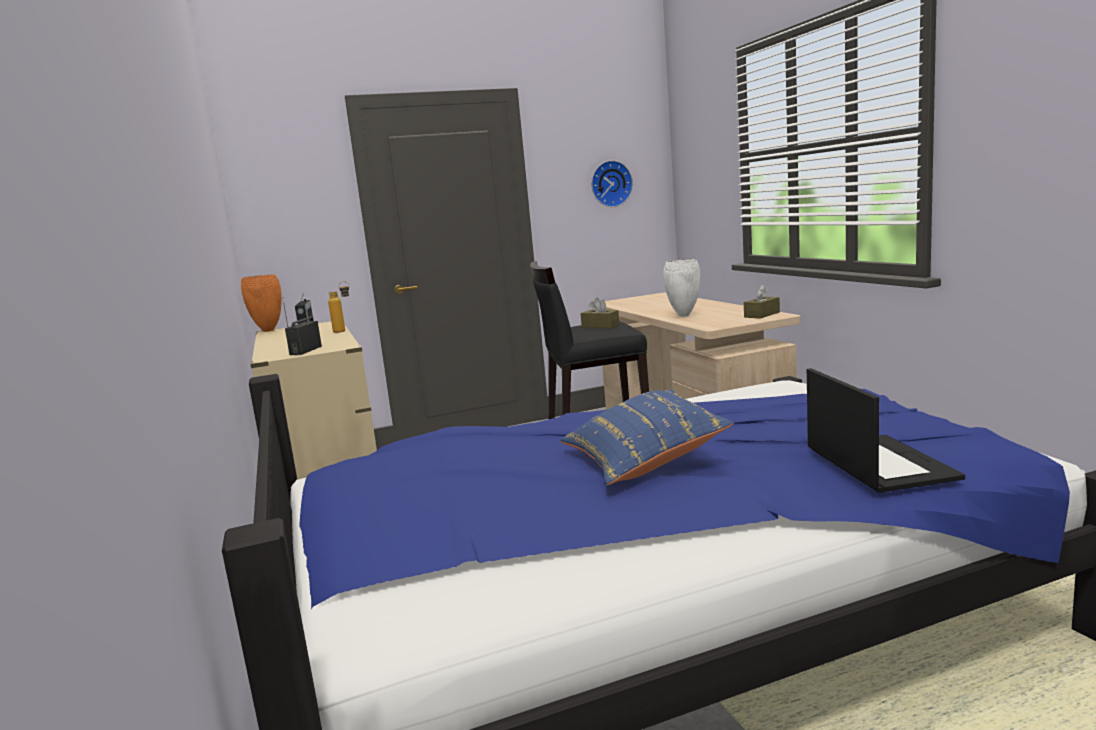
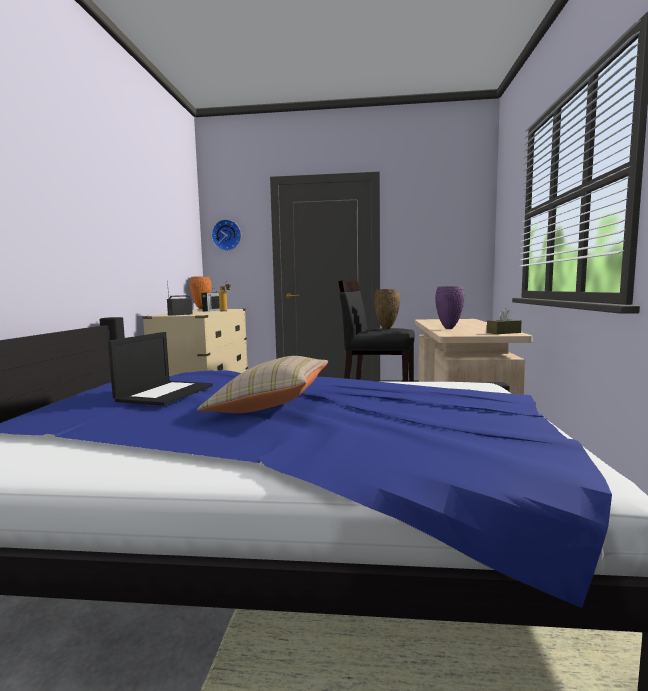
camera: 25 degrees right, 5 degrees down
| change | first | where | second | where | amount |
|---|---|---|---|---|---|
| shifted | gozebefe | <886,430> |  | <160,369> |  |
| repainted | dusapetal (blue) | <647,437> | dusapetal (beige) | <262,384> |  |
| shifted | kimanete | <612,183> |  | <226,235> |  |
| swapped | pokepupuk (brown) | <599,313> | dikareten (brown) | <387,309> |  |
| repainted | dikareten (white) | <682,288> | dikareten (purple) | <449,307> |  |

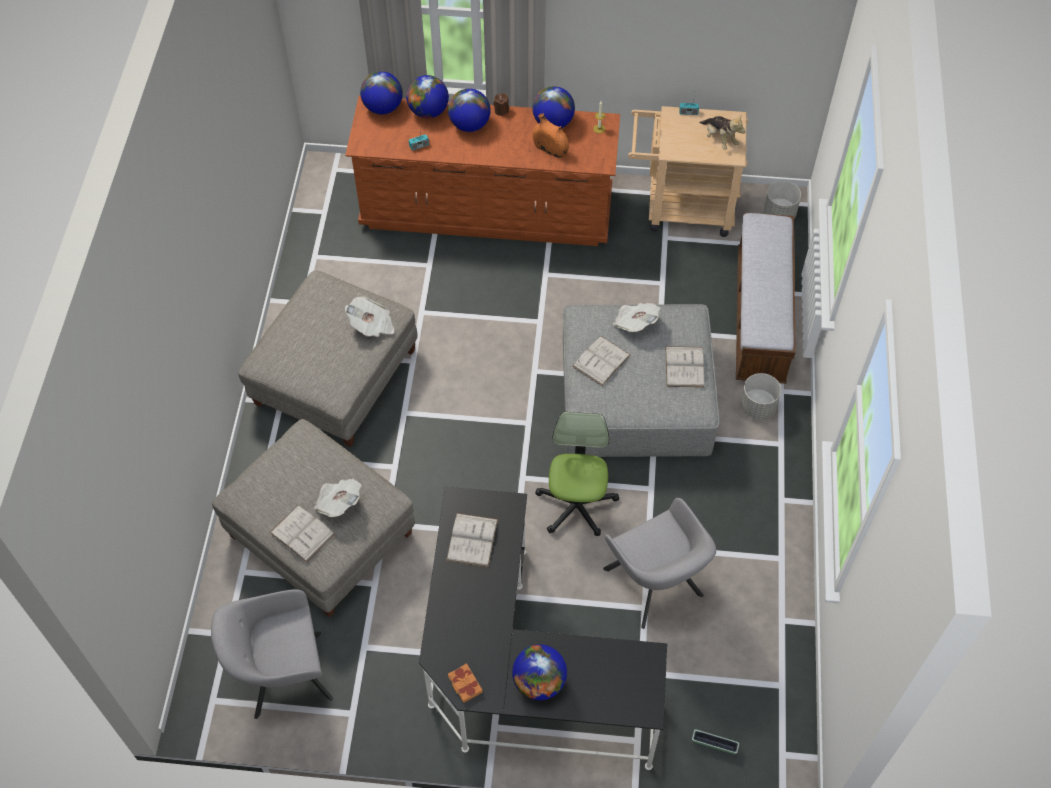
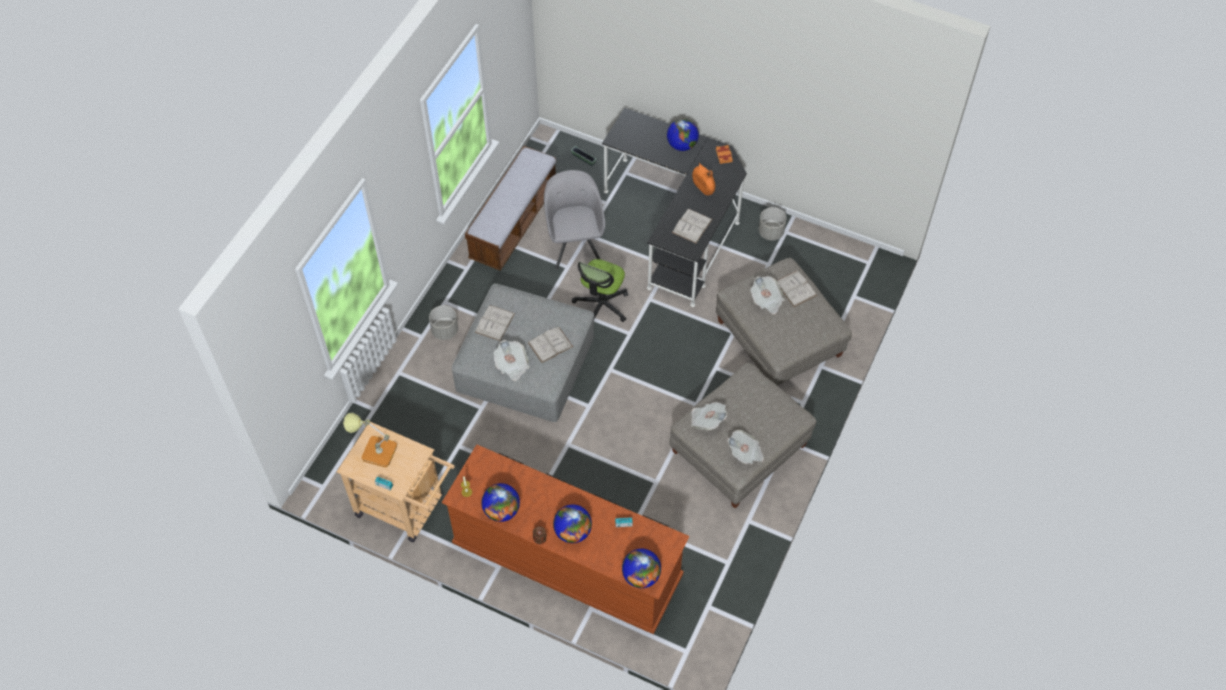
camera: 160 degrees left, 0 degrees up
| change | first | where | second | where | amount |
|---|---|---|---|---|---|
| swapped | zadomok | <722,132> | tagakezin | <370,440> |  |
| shifted | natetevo | <765,298> |  | <510,208> |  |
| shifted | dikareten (orange) | <551,135> |  | <703,179> |  |
| new |  |  | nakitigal | <745,447> |  |
| shifted | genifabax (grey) | <782,199> |  | <772,223> |  |
| gone | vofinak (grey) | <272,654> |  |  |  |
| gone | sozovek | <427,96> |  |  |  |

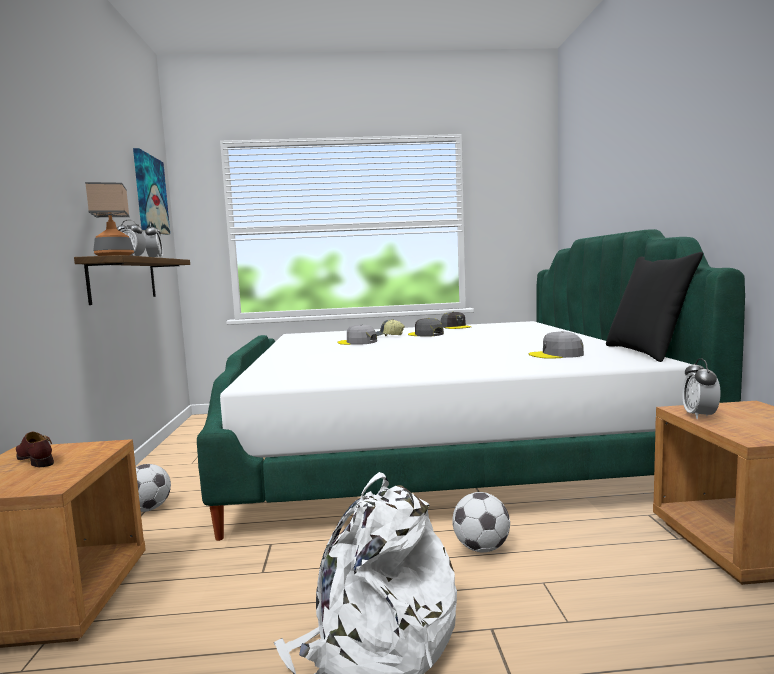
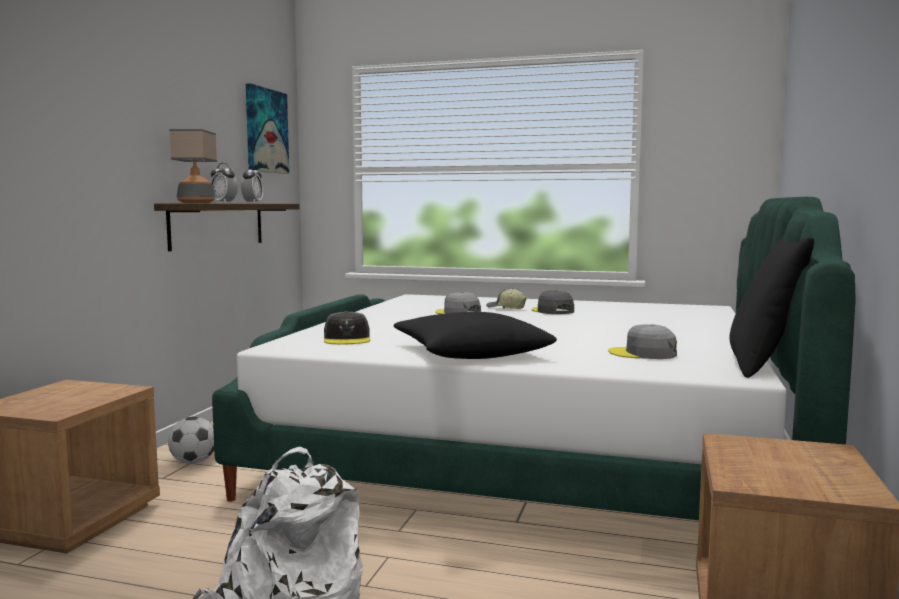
camera: 20 degrees right, 0 degrees up
| change | first | where | second | where | amount |
|---|---|---|---|---|---|
| shifted | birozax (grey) | <455,320> |  | <347,327> |  |
| new |  |  | dusapetal (black) | <475,335> |  |
| gone | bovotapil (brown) | <35,449> |  |  |  |
| gone | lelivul | <481,522> |  |  |  |
| gone | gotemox | <701,389> |  |  |  |

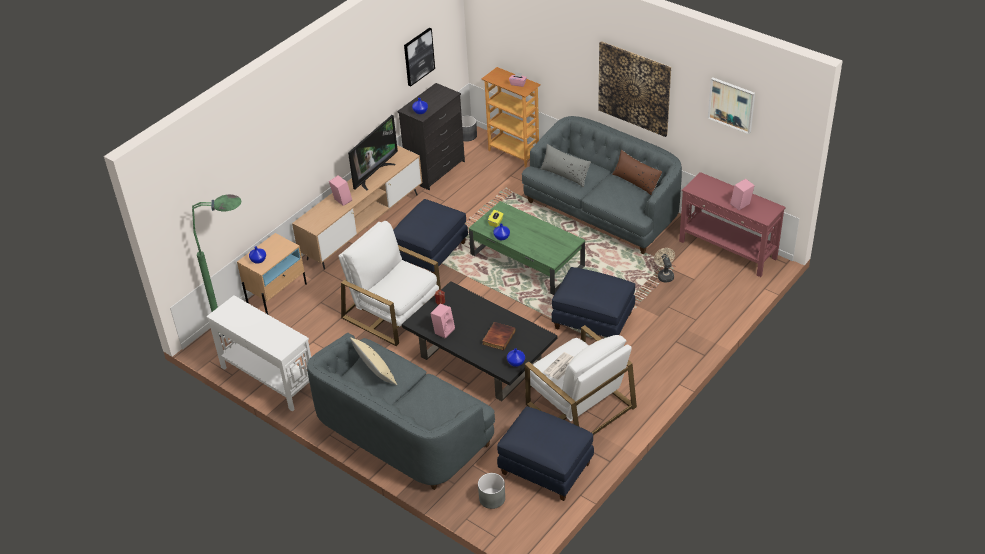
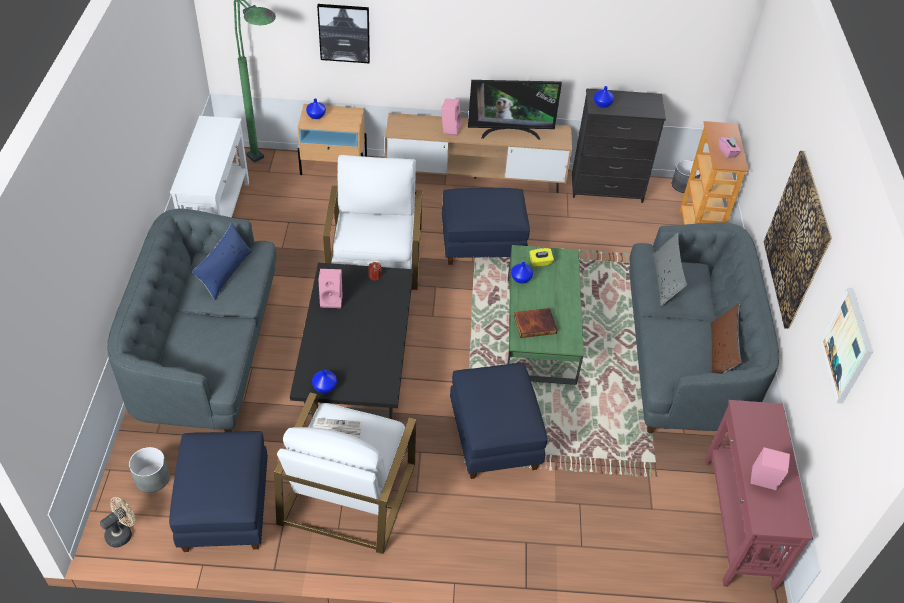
camera: 50 degrees right, 5 degrees up
| change | first | where | second | where | amount |
|---|---|---|---|---|---|
| shifted | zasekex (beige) | <664,265> |  | <117,522> |  |
| repainted | dusapetal (beige) | <373,361> | dusapetal (blue) | <222,261> |  |
| shifted | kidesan | <419,57> |  | <343,33> |  |
| shifted | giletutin | <499,336> |  | <535,323> |  |

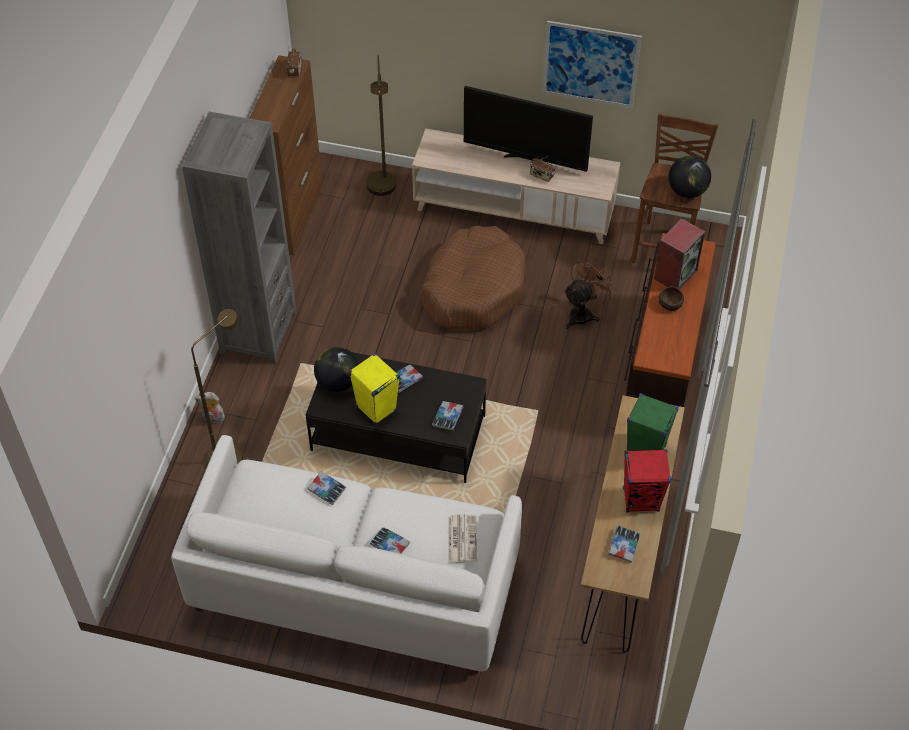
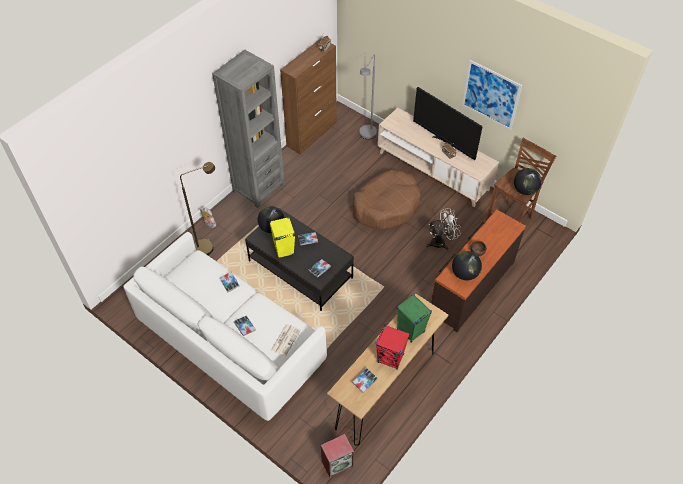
camera: 25 degrees right, 0 degrees up
| change | first | where | second | where | amount |
|---|---|---|---|---|---|
| shifted | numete | <679,254> |  | <337,456> |  |
| repainted | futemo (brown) | <381,126> | futemo (grey) | <368,96> |  |
| repainted | zasekex (brown) | <590,292> | zasekex (white) | <443,229> |  |
| new |  |  | sozovek | <467,265> |  |

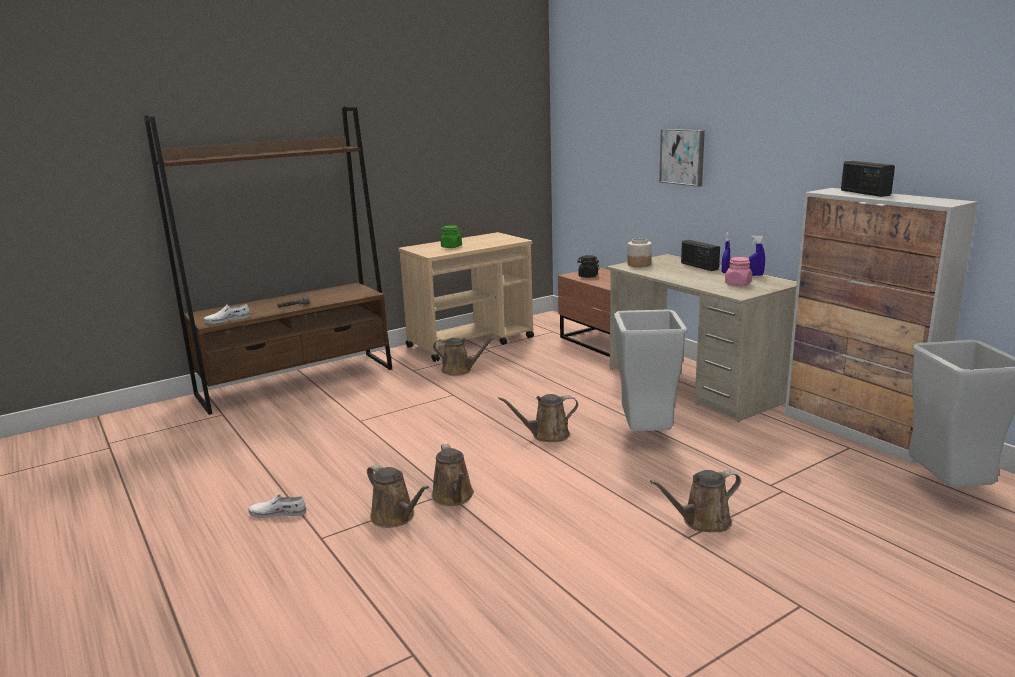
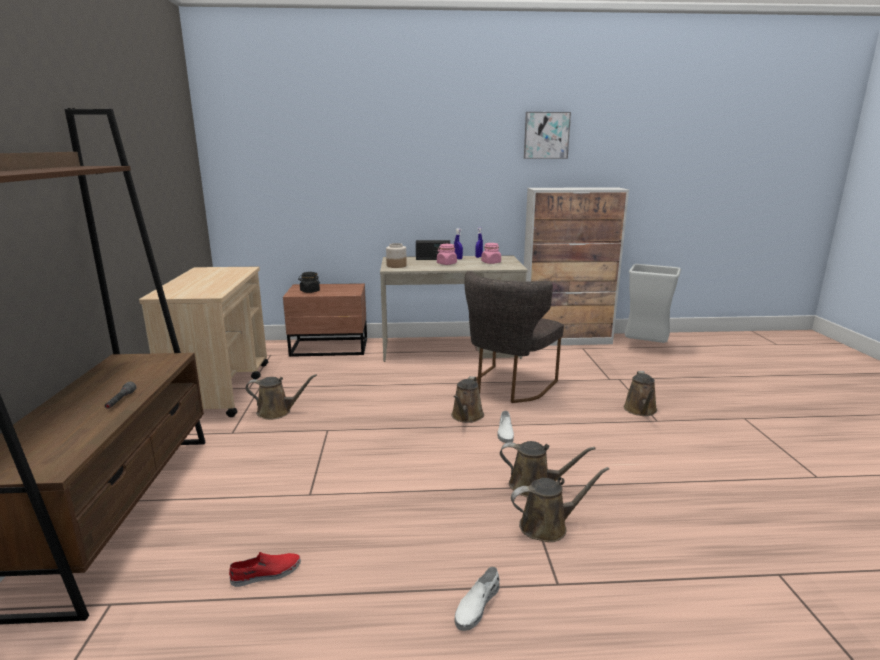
camera: 60 degrees left, 0 degrees up
| change | first | where | second | where | amount |
|---|---|---|---|---|---|
| new |  |  | bovotapil (red) | <265,569> |  |
| rotated | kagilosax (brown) | <464,356> |  | <281,397> | 45 degrees clockwise |
| new |  |  | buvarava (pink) | <447,254> |  |
| swapped | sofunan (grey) | <650,370> | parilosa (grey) | <514,337> |  |
| shifted | bovotapil (white) | <227,314> |  | <506,427> |  |
| shifted | kidesan | <682,158> |  | <547,135> |  |
| gone | buvarava (green) | <451,236> |  |  |  |
| gone | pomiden | <868,179> |  |  |  |

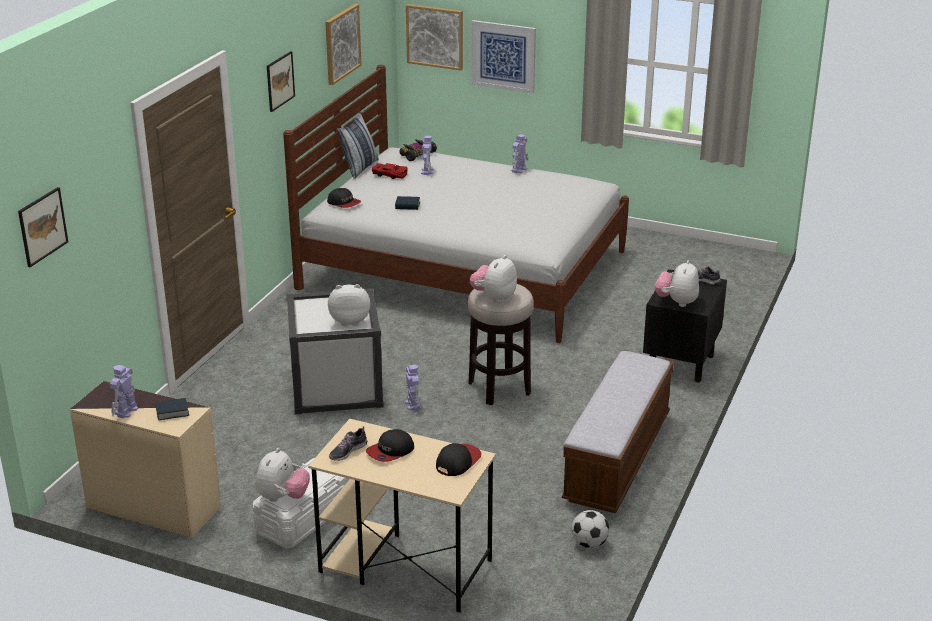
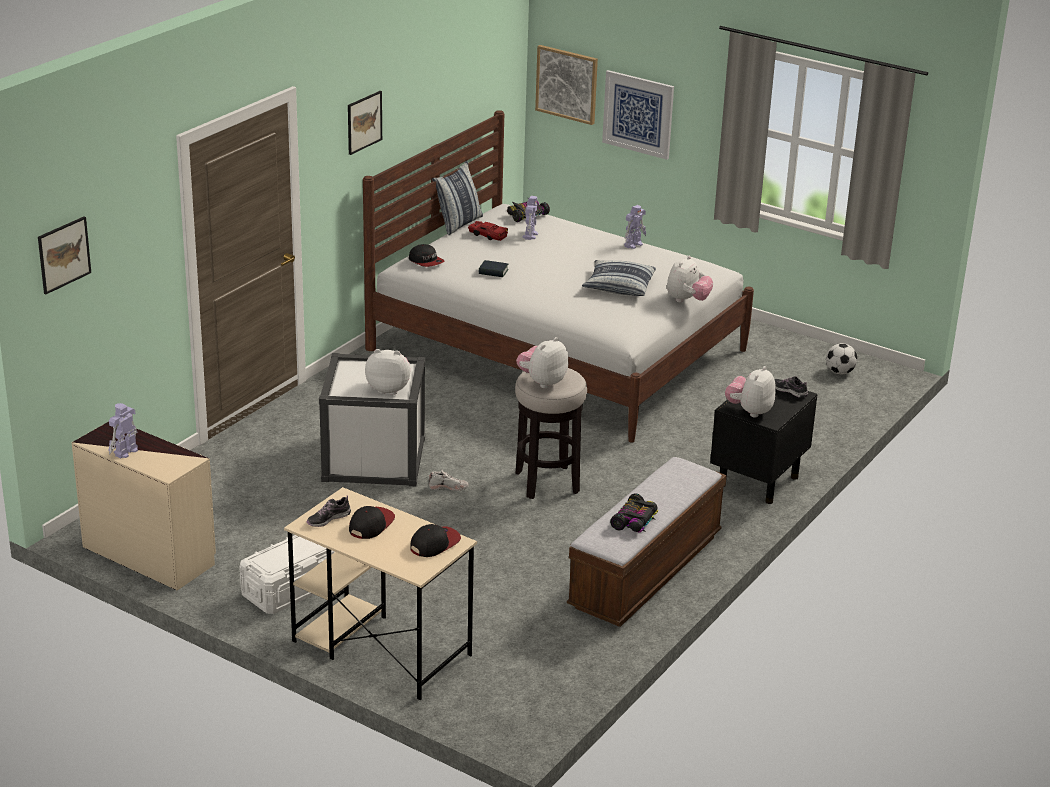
camera: 10 degrees right, 0 degrees up
| change | first | where | second | where | amount |
|---|---|---|---|---|---|
| rotated | birozax | <390,445> |  | <372,522> | 150 degrees clockwise |
| swapped | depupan | <413,388> | bovotapil (white) | <449,480> |  |
| new |  |  | dusapetal | <619,278> |  |
| new |  |  | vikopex | <634,512> |  |
| shifted | zadomok | <283,475> |  | <690,279> |  |
| shifted | lelivul | <590,529> |  | <841,358> |  |
| gone | giletutin | <172,409> |  |  |  |
| gone | kidesan | <343,44> |  |  |  |

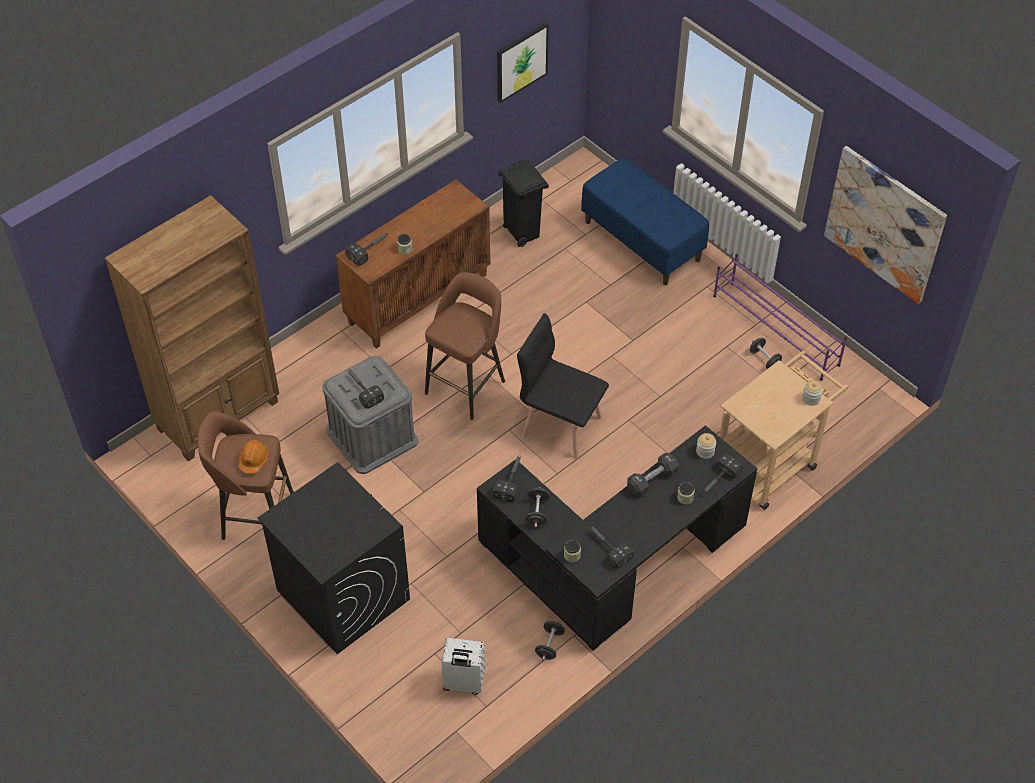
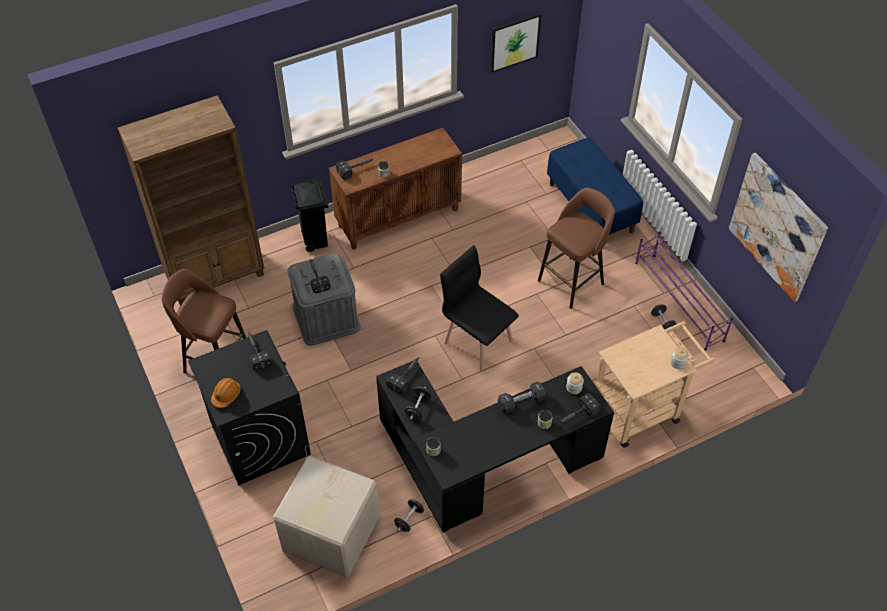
camera: 15 degrees right, 0 degrees up
| change | first | where | second | where | amount |
|---|---|---|---|---|---|
| shifted | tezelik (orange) | <254,457> |  | <226,393> |  |
| shifted | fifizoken | <611,547> |  | <259,351> |  |
| swapped | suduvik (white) | <463,666> | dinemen | <326,516> |  |
| shifted | sofunan (black) | <523,203> |  | <309,216> |  |
| shifted | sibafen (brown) | <465,346> |  | <576,248> |  |

